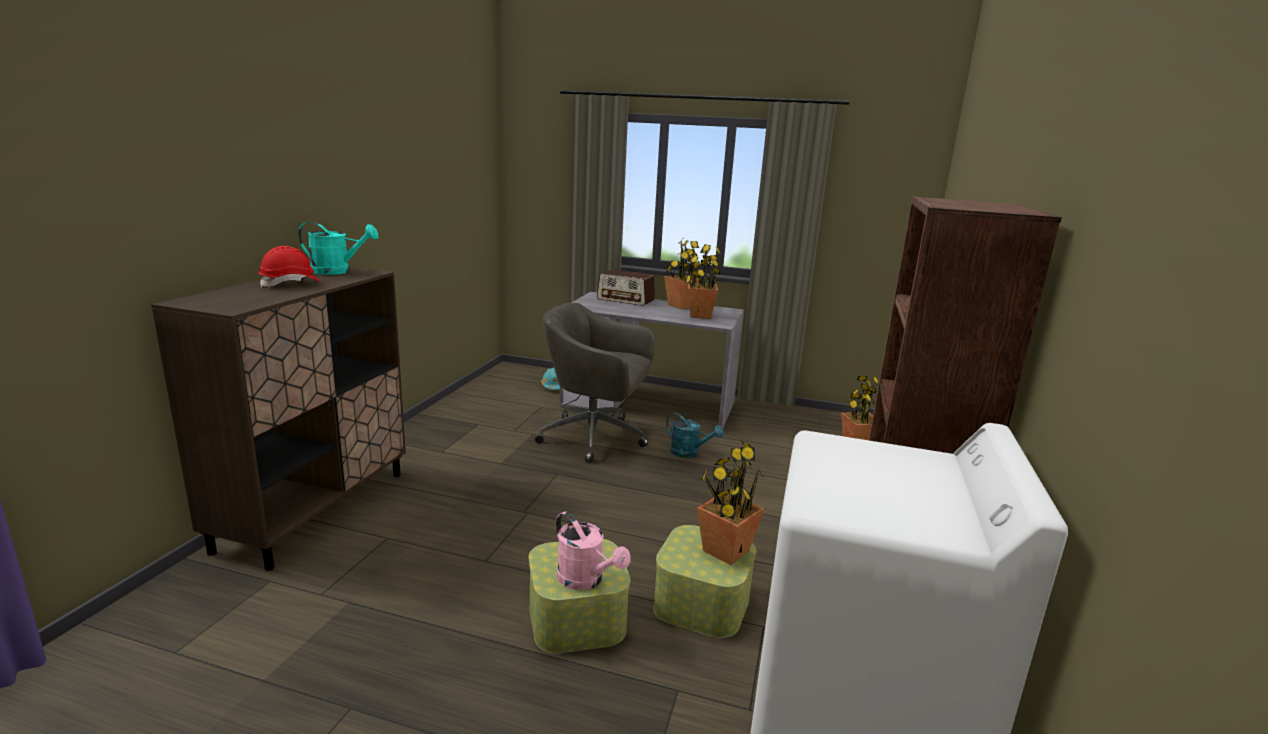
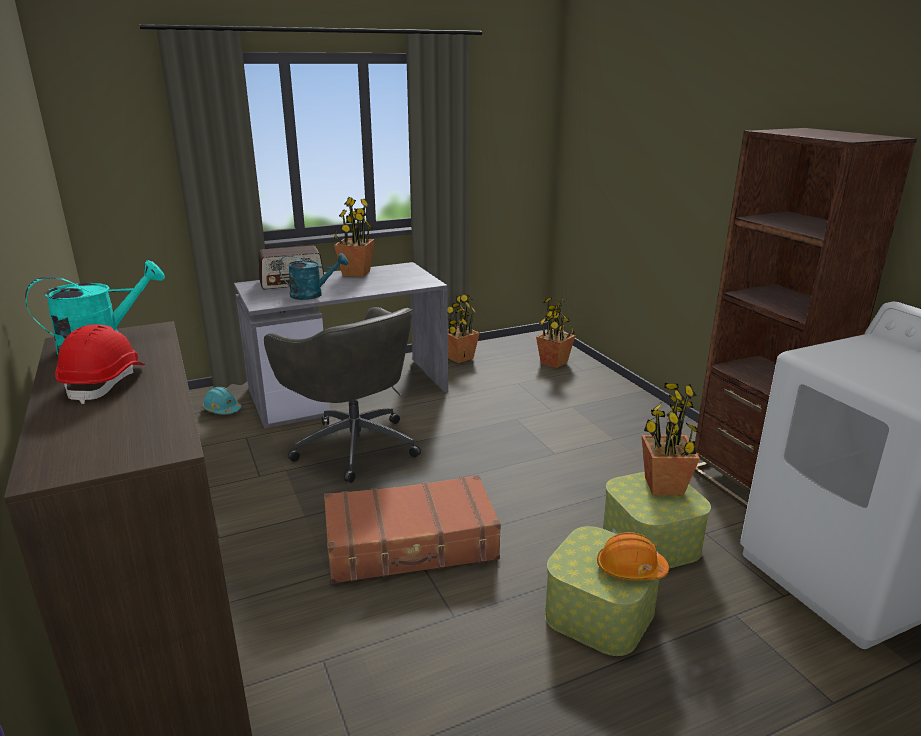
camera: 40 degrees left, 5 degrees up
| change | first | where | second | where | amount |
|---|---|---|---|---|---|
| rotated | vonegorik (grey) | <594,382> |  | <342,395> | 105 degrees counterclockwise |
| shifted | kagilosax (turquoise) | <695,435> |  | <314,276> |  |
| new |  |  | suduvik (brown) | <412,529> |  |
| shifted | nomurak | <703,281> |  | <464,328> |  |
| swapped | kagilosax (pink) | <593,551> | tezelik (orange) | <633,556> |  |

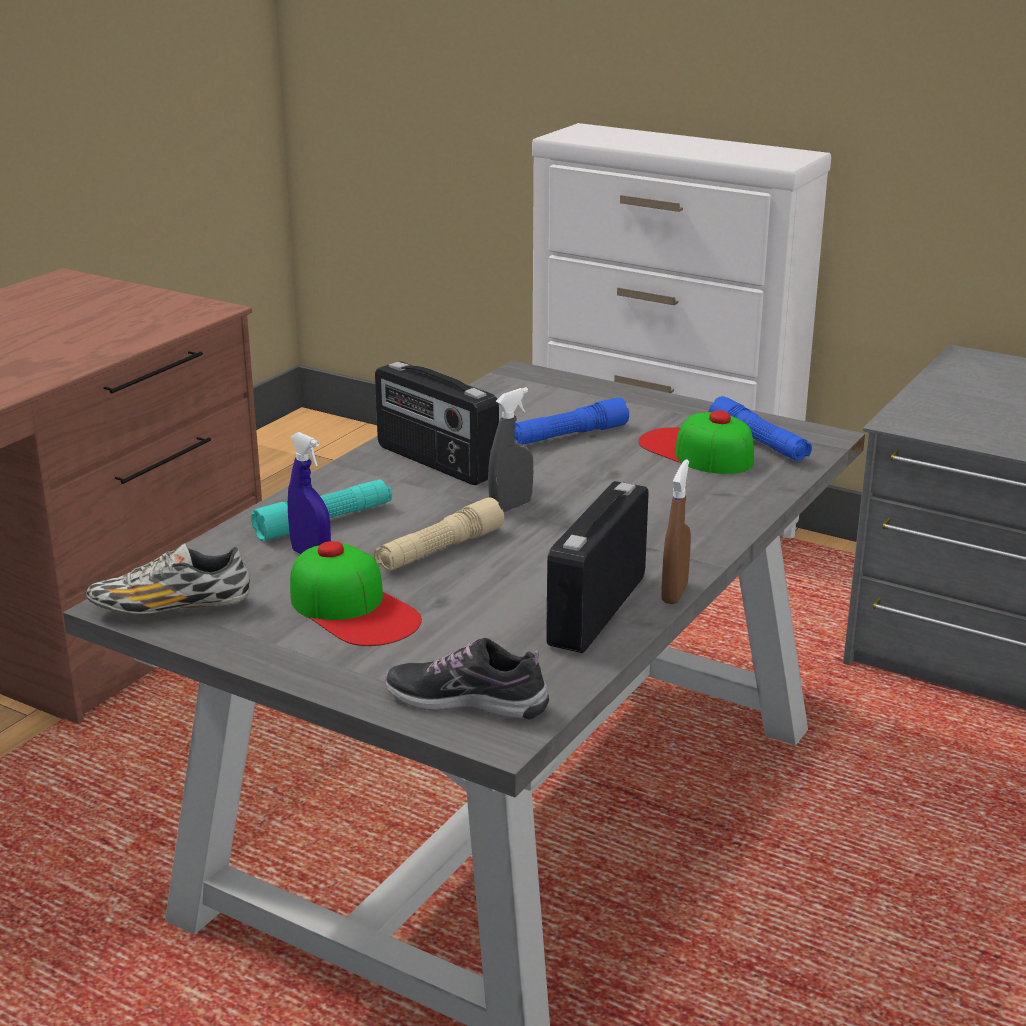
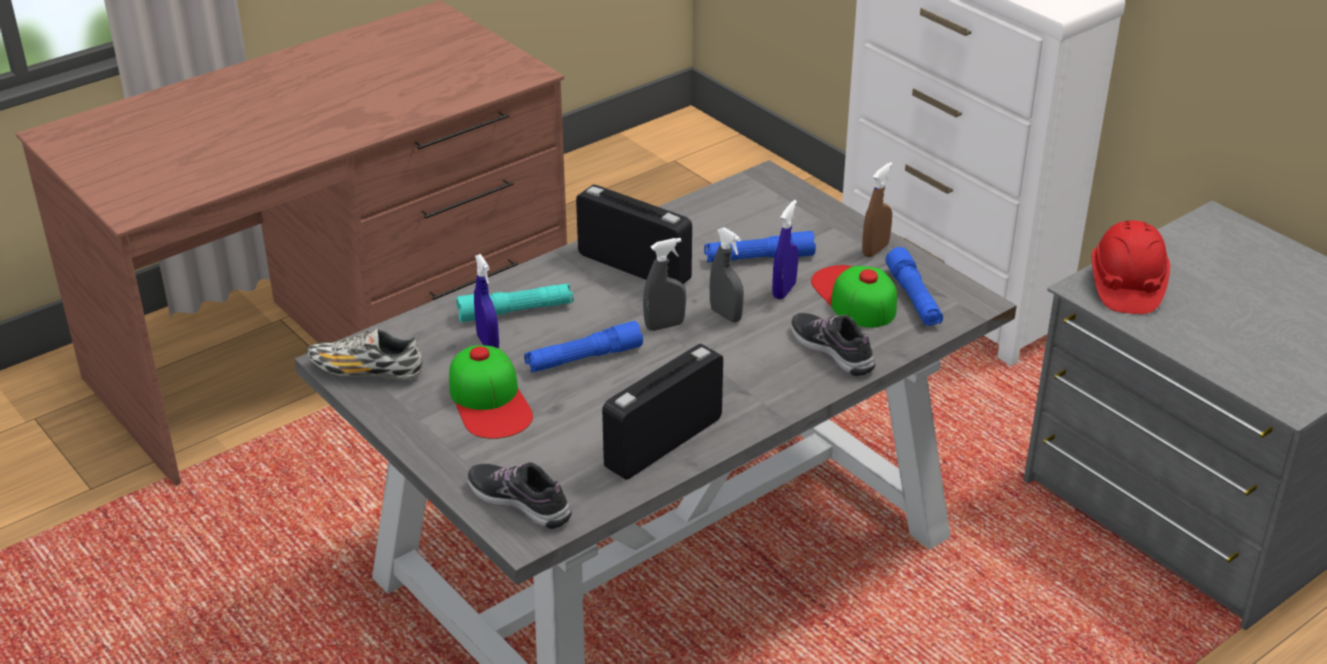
camera: 20 degrees right, 10 degrees up
| change | first | where | second | where | amount |
|---|---|---|---|---|---|
| repainted | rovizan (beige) | <438,534> | rovizan (blue) | <583,347> |  |
| rotated | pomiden | <437,423> |  | <634,234> | 150 degrees clockwise |
| new |  |  | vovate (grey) | <727,274> |  |
| new |  |  | vovate (blue) | <785,249> |  |
| new |  |  | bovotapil | <833,344> |  |
| shifted | vovate (brown) | <676,532> |  | <877,209> |  |
| new |  |  | tezelik (red) | <1131,267> |  |

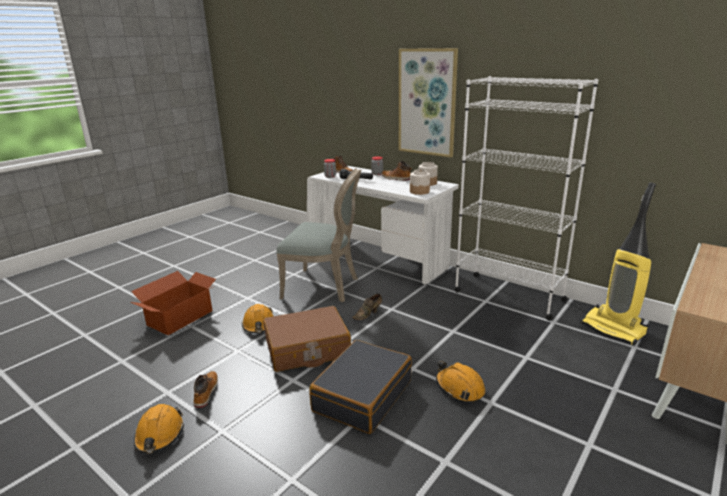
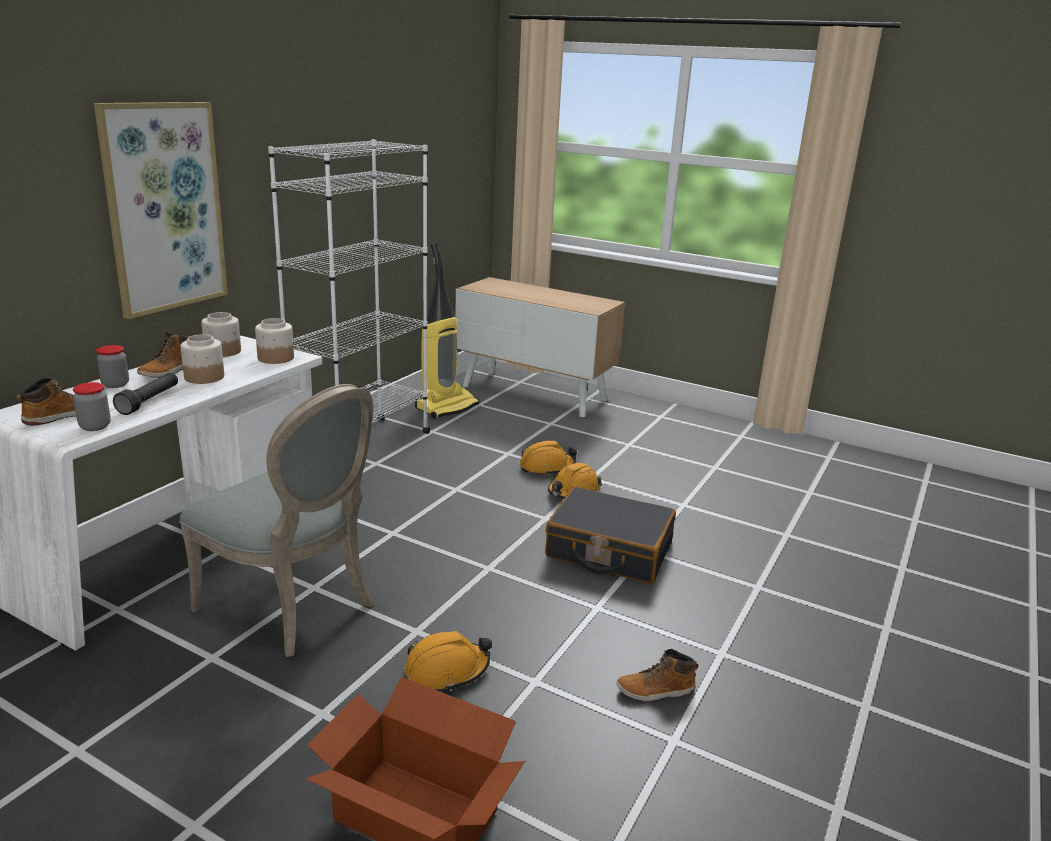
camera: 100 degrees left, 0 degrees up
| change | first | where | second | where | amount |
|---|---|---|---|---|---|
| rotated | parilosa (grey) | <318,235> |  | <276,520> | 120 degrees clockwise |
| new |  |  | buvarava | <202,359> |  |
| shifted | tezelik (orange) | <159,428> |  | <548,458> |  |
| gone | suduvik (brown) | <307,339> |  |  |  |
| gone | bovotapil (brown) | <367,307> |  |  |  |

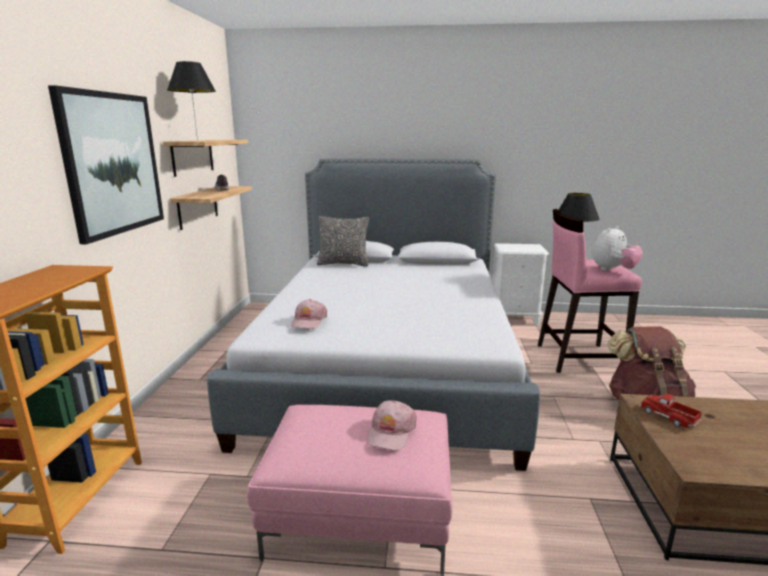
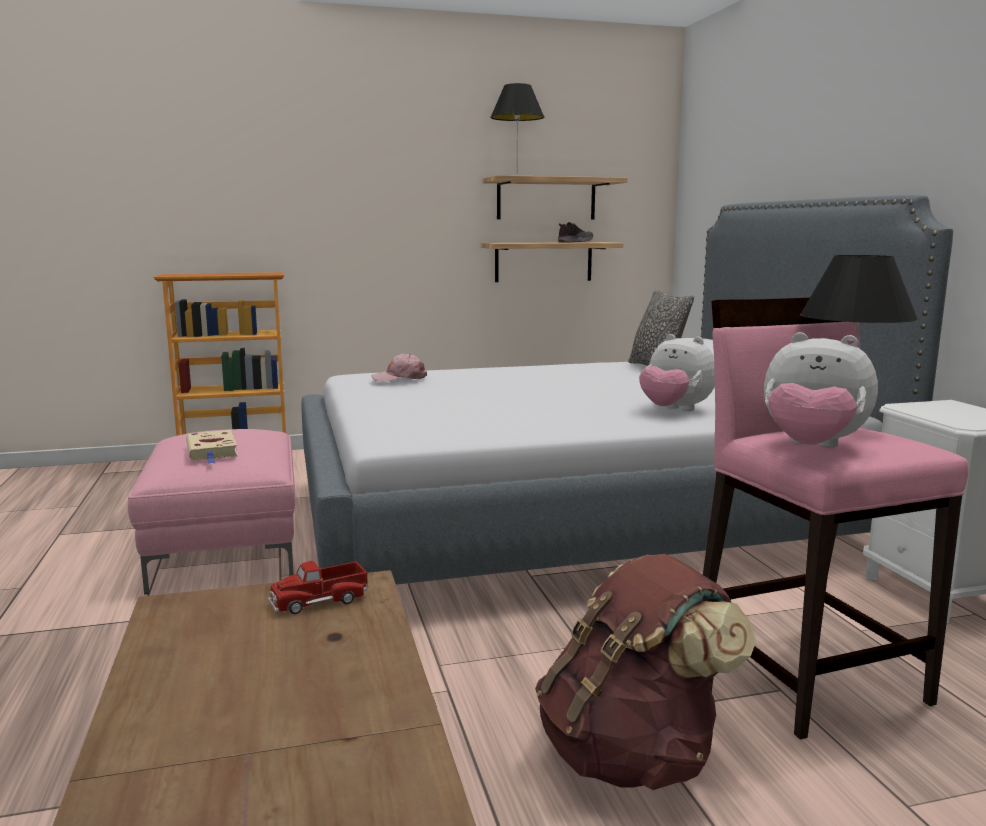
camera: 70 degrees right, 5 degrees down
| change | first | where | second | where | amount |
|---|---|---|---|---|---|
| swapped | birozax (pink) | <392,425> | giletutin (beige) | <212,447> |  |
| rotated | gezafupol | <670,411> |  | <318,587> | 150 degrees counterclockwise |
| new |  |  | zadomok | <677,372> |  |
| gone | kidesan | <106,164> |  |  |  |

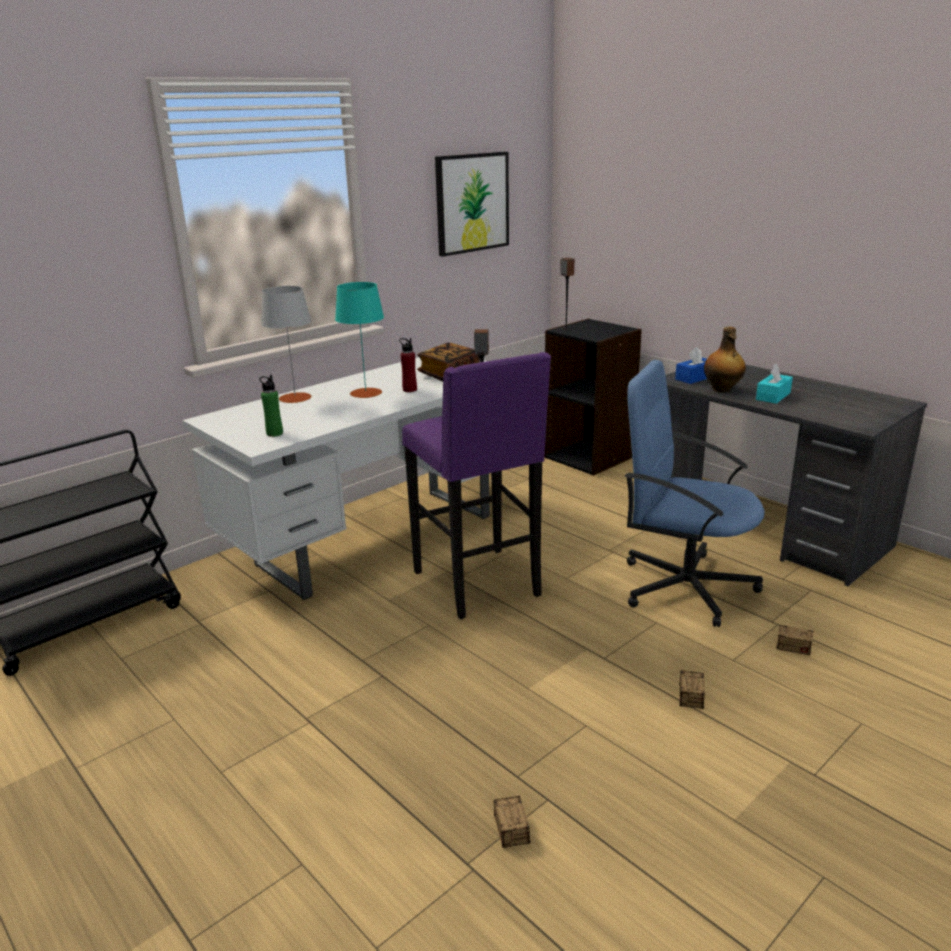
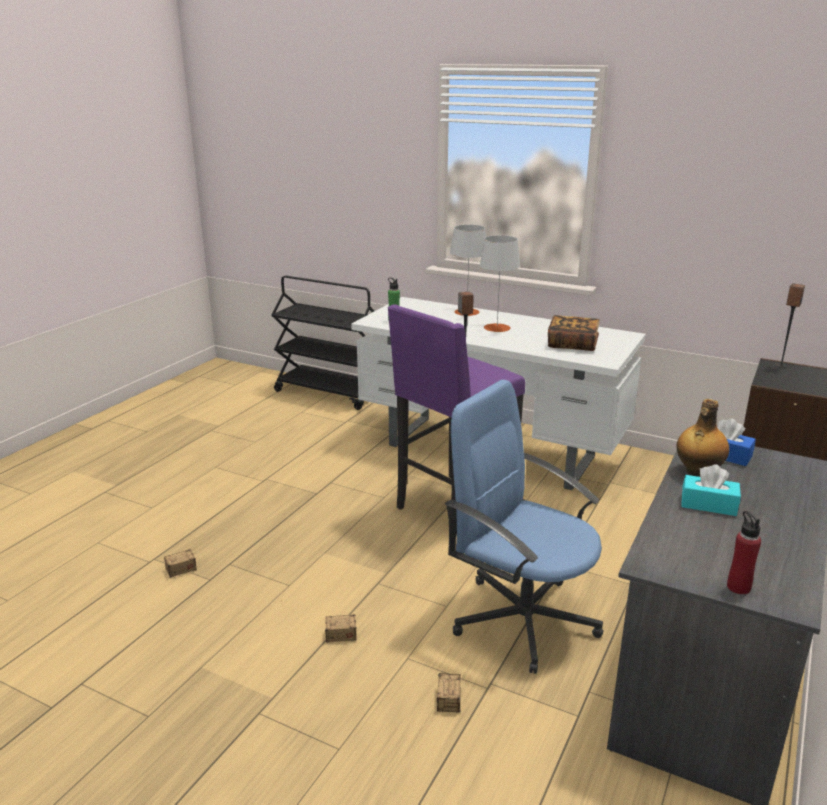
camera: 70 degrees right, 0 degrees up
| change | first | where | second | where | amount |
|---|---|---|---|---|---|
| rotated | vonegorik (blue) | <695,493> |  | <524,527> | 60 degrees counterclockwise |
| repainted | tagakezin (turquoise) | <359,340> | tagakezin (grey) | <500,283> |  |
| shifted | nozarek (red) | <408,365> |  | <744,553> |  |
| gone | kidesan | <472,204> |  |  |  |

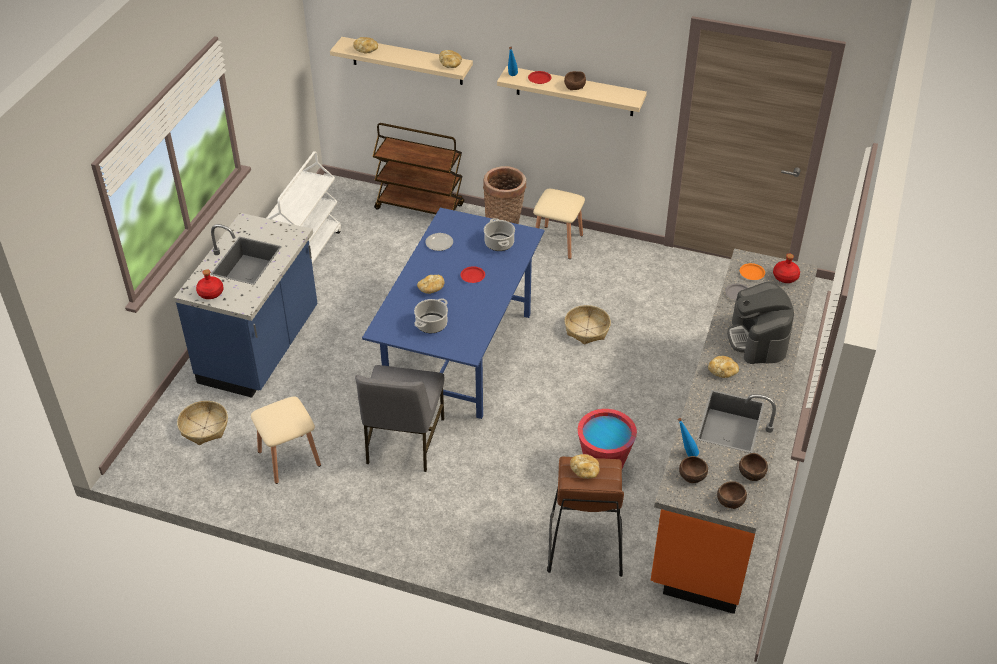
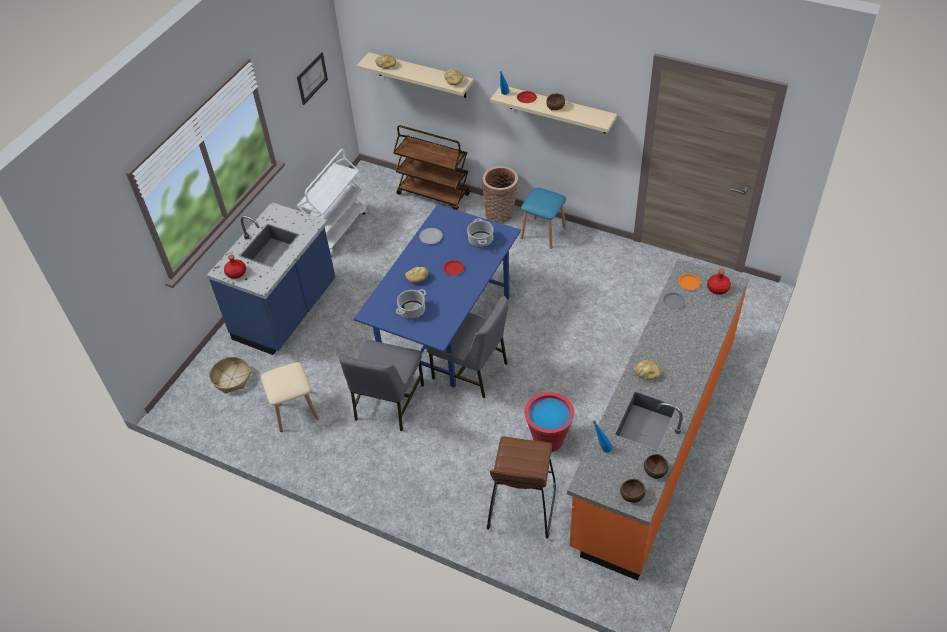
camera: 10 degrees right, 5 degrees up
| change | first | where | second | where | amount |
|---|---|---|---|---|---|
| new |  |  | kidesan | <312,78> |  |
| new |  |  | parilosa (grey) | <467,347> |  |
| repainted | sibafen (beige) | <559,224> | sibafen (blue) | <543,218> |  |
| gone | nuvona | <588,325> |  |  |  |
| gone | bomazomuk | <585,466> |  |  |  |
| gone | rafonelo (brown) | <693,469> |  |  |  |
| gone | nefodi | <760,323> |  |  |  |

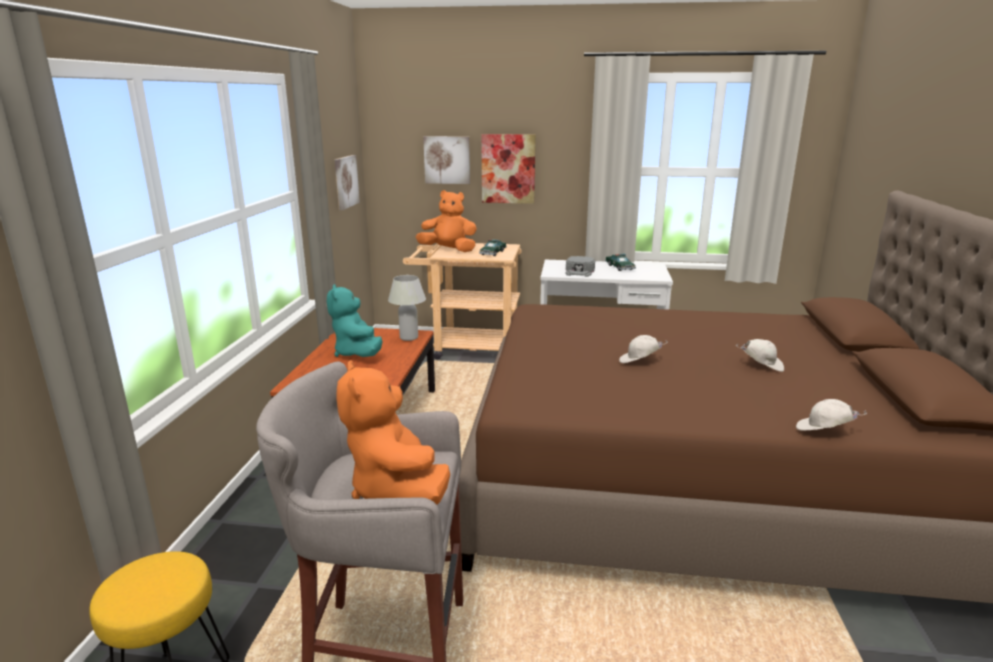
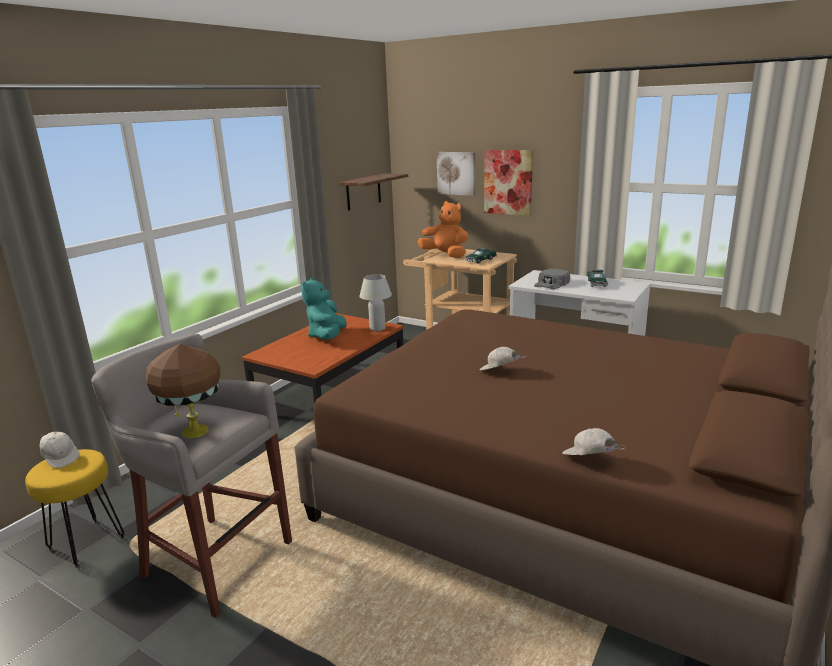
camera: 25 degrees right, 0 degrees up
| change | first | where | second | where | amount |
|---|---|---|---|---|---|
| shifted | birozax (white) | <760,355> |  | <59,450> |  |
| swapped | zadomok (orange) | <393,432> | tagakezin (brown) | <182,391> |  |
| swapped | kidesan | <347,182> | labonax | <373,191> |  |

